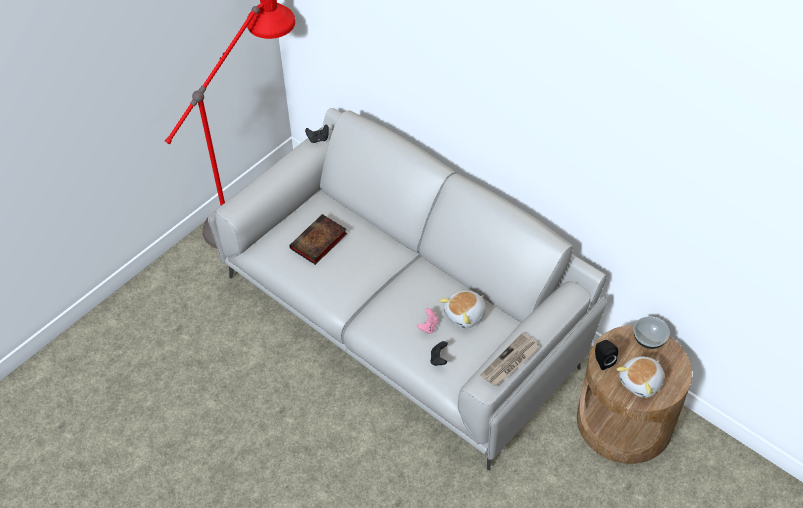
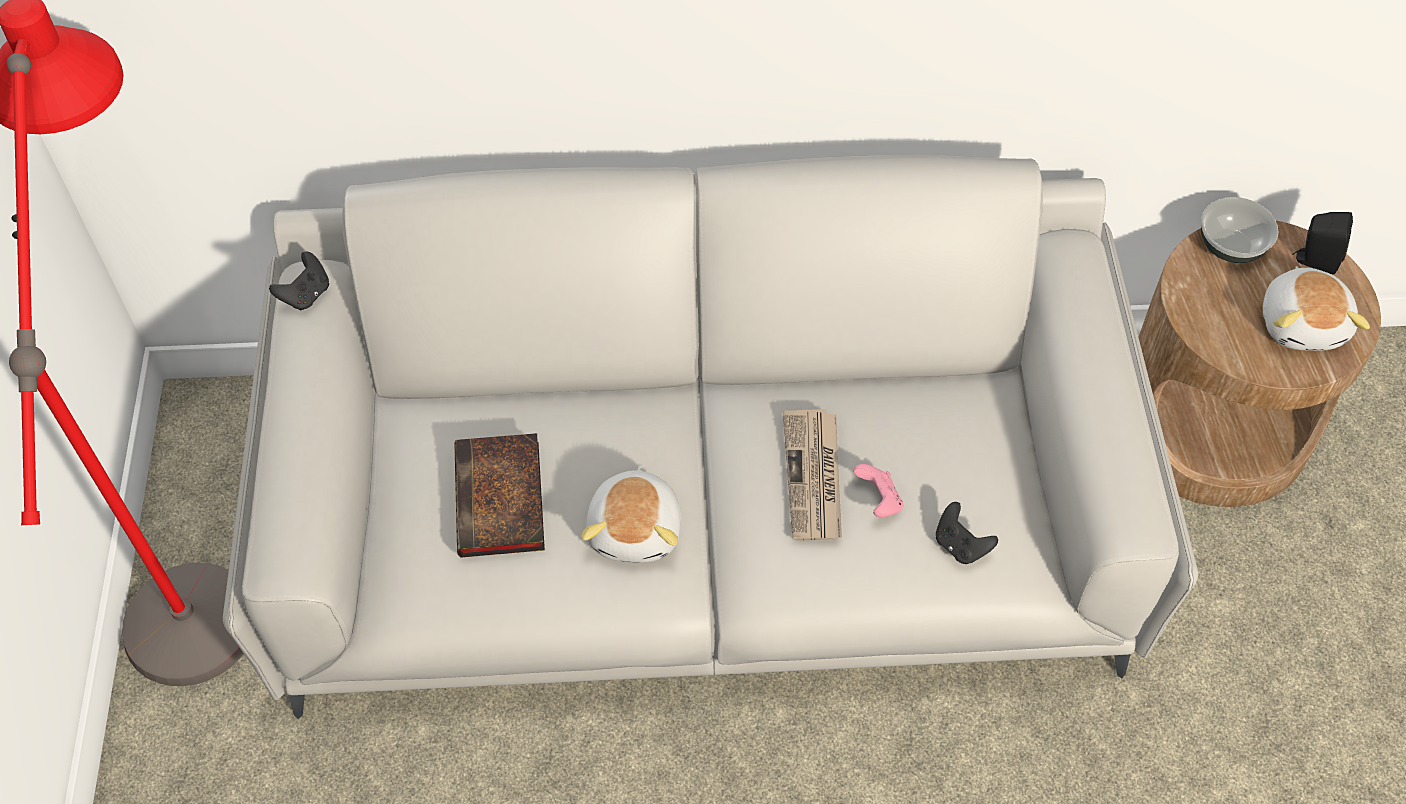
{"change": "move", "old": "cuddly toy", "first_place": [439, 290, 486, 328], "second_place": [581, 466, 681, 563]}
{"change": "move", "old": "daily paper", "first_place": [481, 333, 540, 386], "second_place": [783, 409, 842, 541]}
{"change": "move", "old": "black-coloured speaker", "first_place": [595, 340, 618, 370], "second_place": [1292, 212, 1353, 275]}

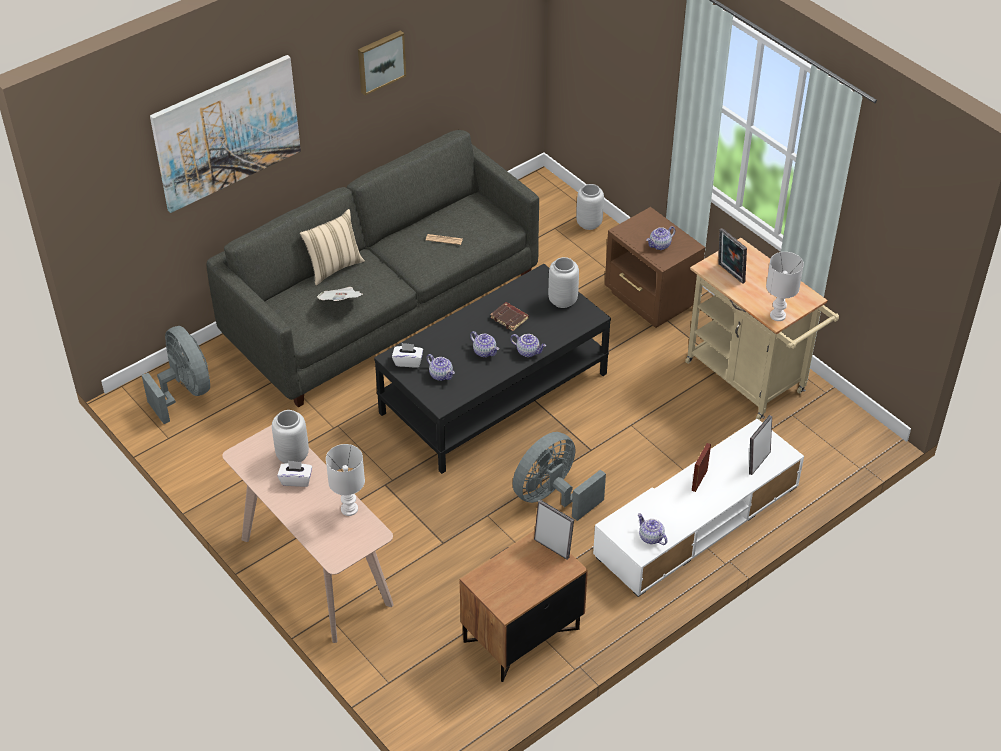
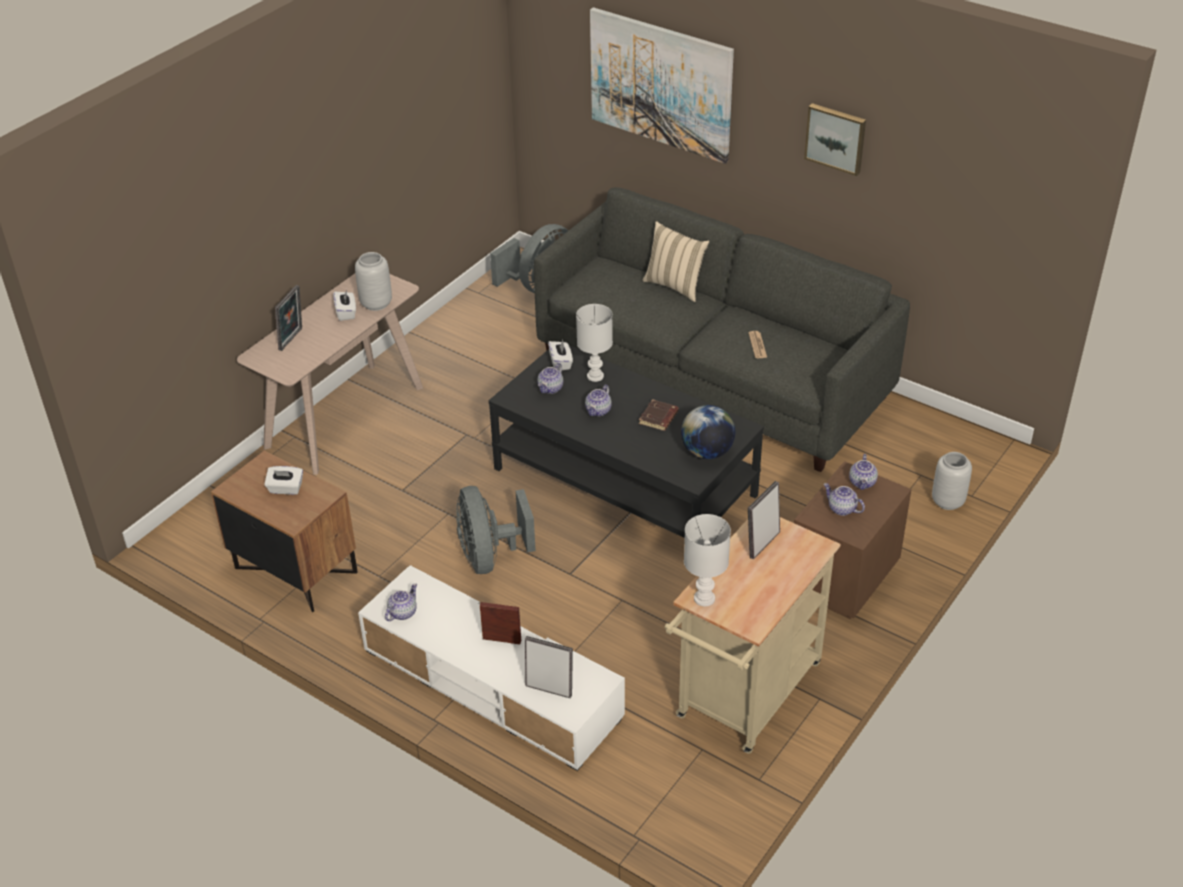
{"change": "delete", "old": "daily paper", "first_place": [317, 287, 363, 301]}
{"change": "move", "old": "whitish tabletop lamp", "first_place": [326, 444, 365, 516], "second_place": [576, 304, 613, 382]}
{"change": "move", "old": "pot for tea", "first_place": [510, 334, 546, 357], "second_place": [849, 454, 878, 490]}
{"change": "rotate", "old": "greyish fan", "first_place": [513, 432, 606, 521], "second_place": [456, 486, 536, 574], "degrees": -135}
{"change": "move", "old": "standing frame", "first_place": [534, 500, 574, 559], "second_place": [275, 285, 302, 351]}
{"change": "replace", "old": "greyish flower vase", "new": "globe", "first_place": [548, 257, 579, 308], "second_place": [681, 405, 735, 459]}
{"change": "insert", "new": "whitish tissue holder", "second_place": [264, 466, 303, 495]}

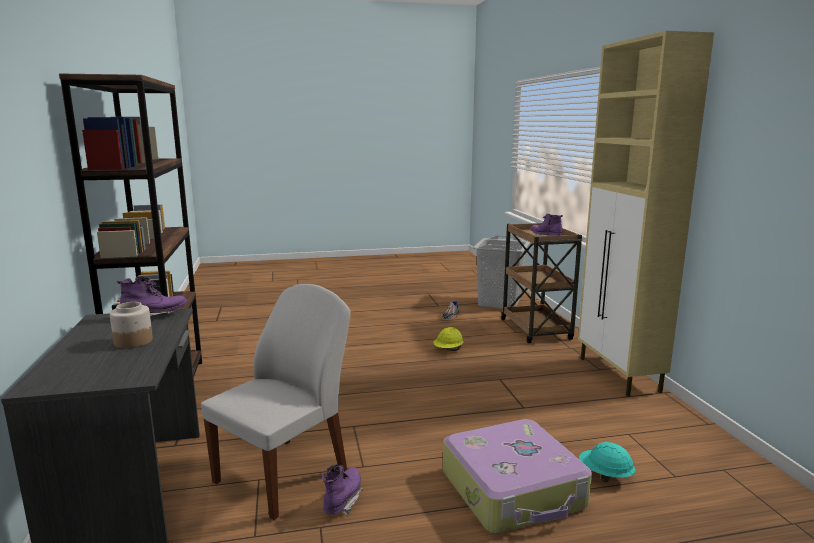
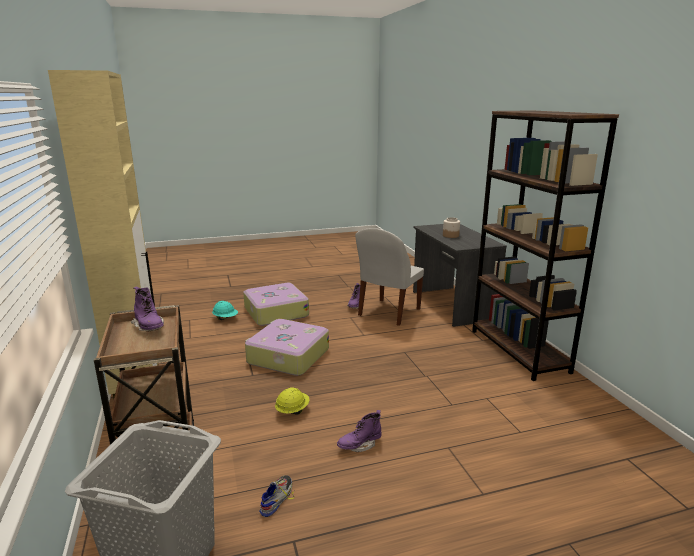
{"change": "move", "old": "purple high-top boot", "first_place": [117, 276, 187, 316], "second_place": [337, 410, 382, 452]}
{"change": "insert", "new": "piece of luggage", "second_place": [245, 319, 329, 376]}

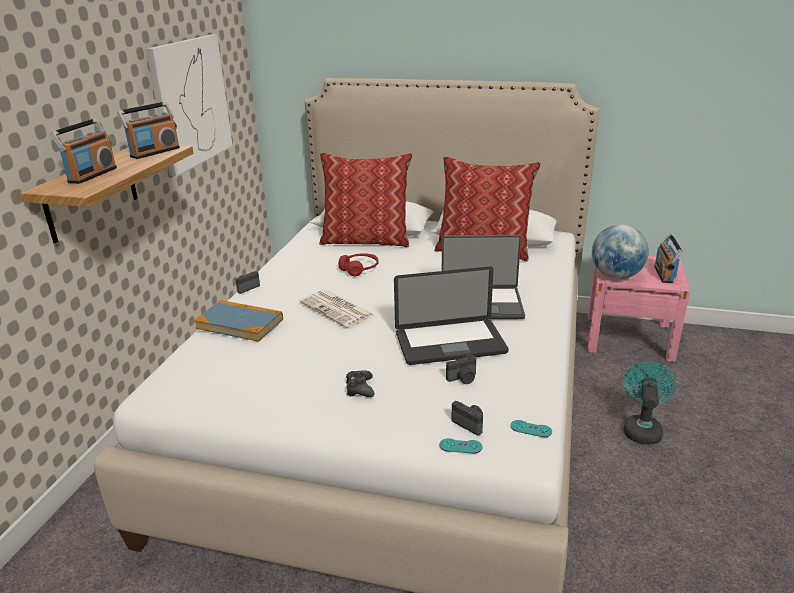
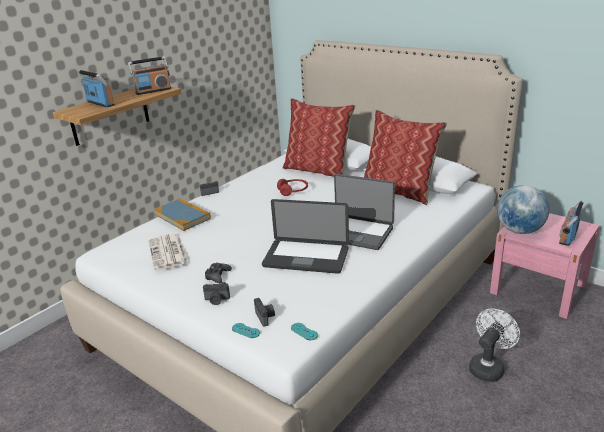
{"change": "rotate", "old": "radio set", "first_place": [50, 119, 117, 184], "second_place": [78, 70, 115, 108], "degrees": -90}
{"change": "delete", "old": "wall art", "first_place": [146, 35, 233, 176]}
{"change": "move", "old": "daily paper", "first_place": [300, 290, 374, 328], "second_place": [148, 234, 188, 270]}
{"change": "move", "old": "photo camera", "first_place": [446, 355, 476, 384], "second_place": [203, 282, 230, 305]}
{"change": "recolor", "old": "blue-green fan", "new": "whitish fan", "first_place": [623, 362, 676, 445], "second_place": [469, 308, 520, 382]}

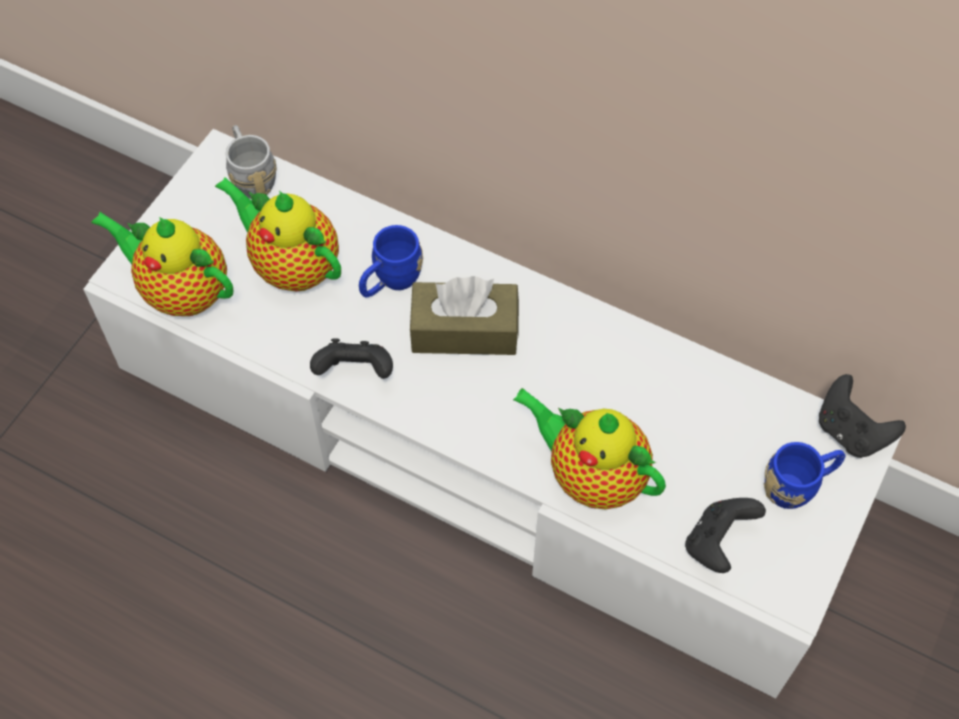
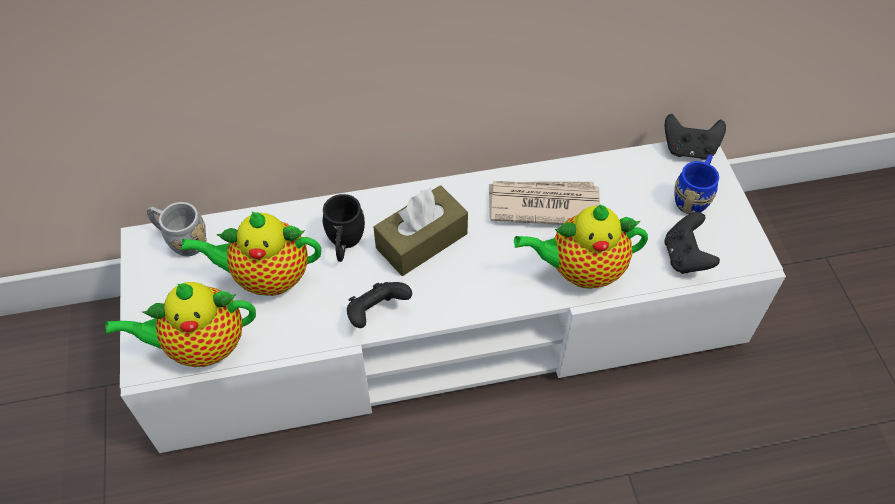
{"change": "recolor", "old": "bluish tea mug", "new": "black-coloured tea mug", "first_place": [359, 225, 423, 298], "second_place": [322, 194, 365, 262]}
{"change": "insert", "new": "daily paper", "second_place": [489, 181, 600, 225]}

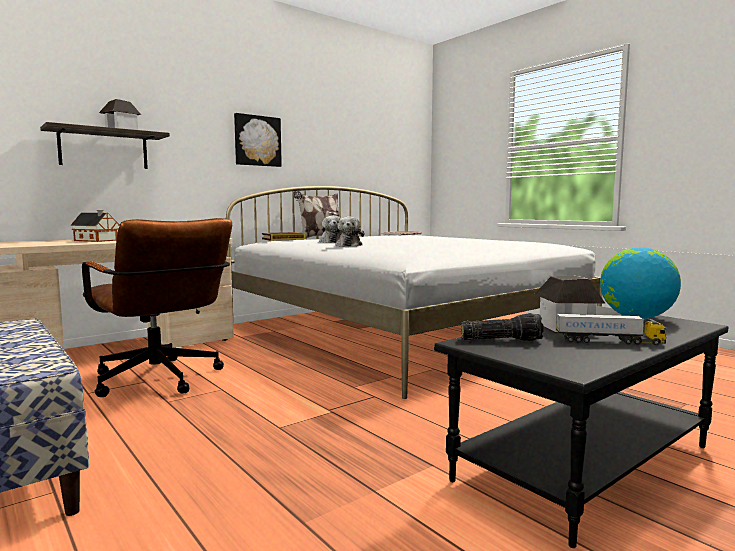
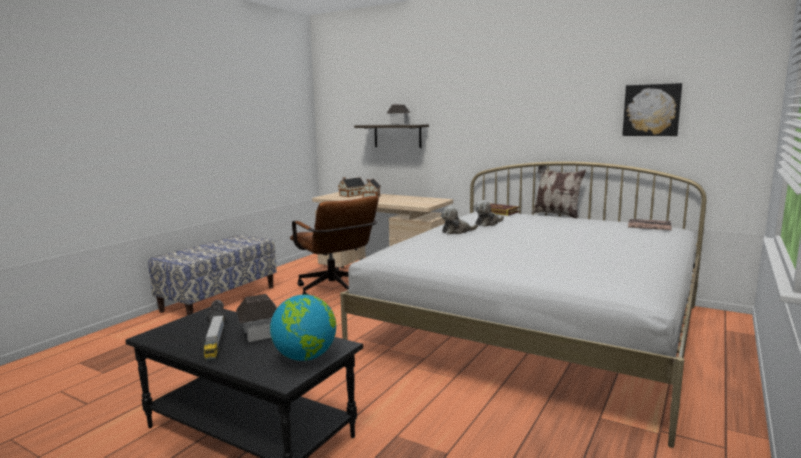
{"change": "rotate", "old": "brownish desk chair", "first_place": [82, 218, 232, 397], "second_place": [290, 196, 379, 295], "degrees": -60}
{"change": "move", "old": "wall art", "first_place": [234, 113, 282, 167], "second_place": [622, 83, 682, 136]}
{"change": "insert", "new": "toy house", "second_place": [338, 177, 365, 197]}

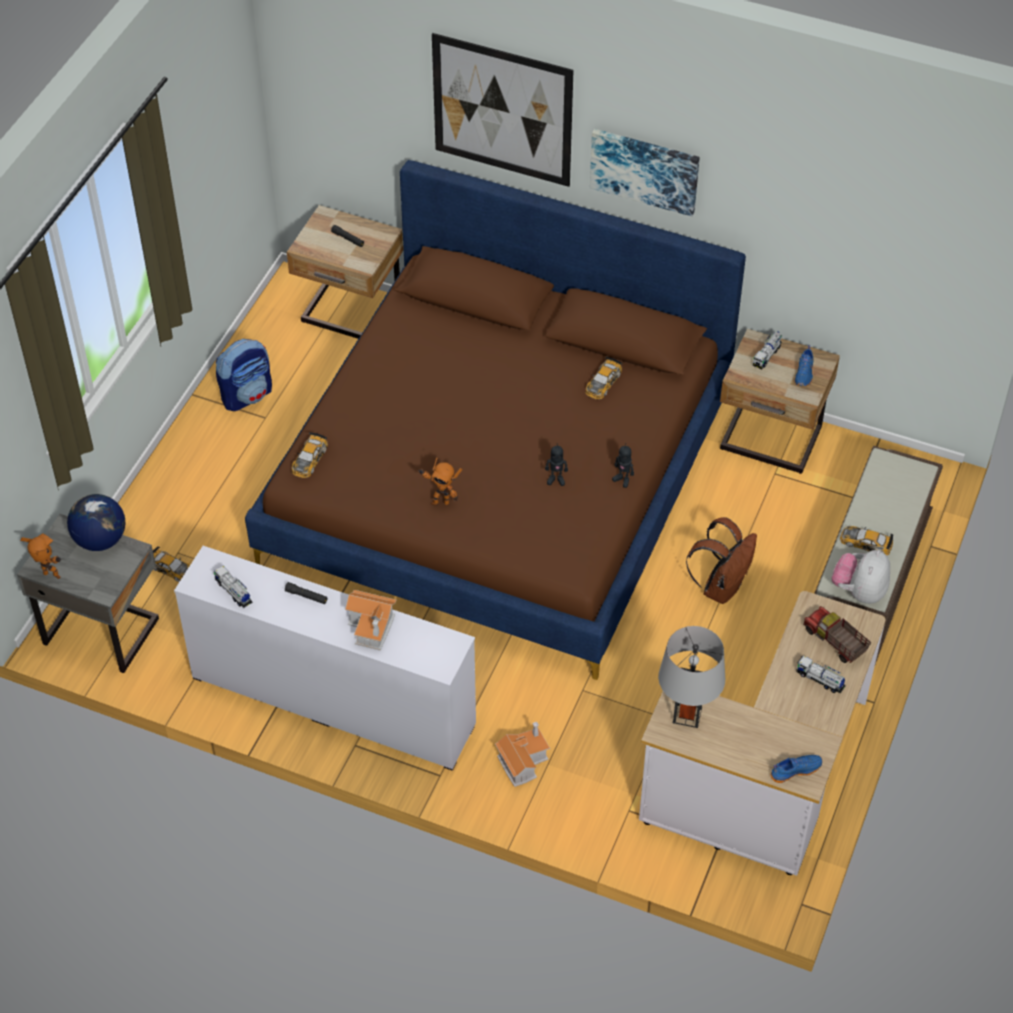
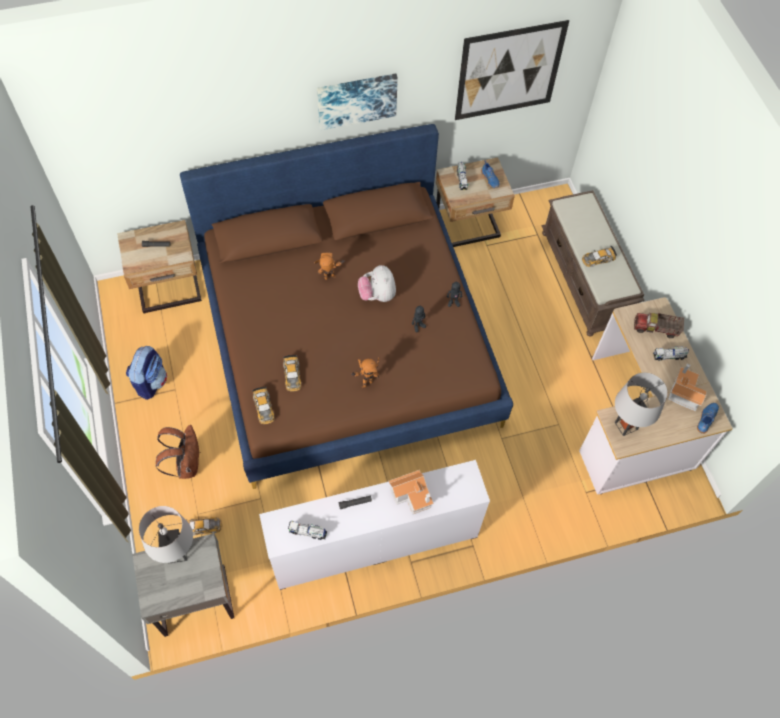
{"change": "move", "old": "toy robot", "first_place": [20, 533, 62, 579], "second_place": [314, 253, 344, 280]}
{"change": "replace", "old": "globe", "new": "greyish tabletop lamp", "first_place": [67, 494, 125, 551], "second_place": [139, 506, 193, 564]}
{"change": "move", "old": "wall art", "first_place": [432, 33, 573, 187], "second_place": [455, 20, 569, 120]}
{"change": "move", "old": "toy house", "first_place": [495, 722, 550, 787], "second_place": [668, 363, 707, 411]}
{"change": "move", "old": "model car", "first_place": [585, 356, 622, 399], "second_place": [283, 355, 301, 392]}
{"change": "move", "old": "brownish knapsack", "first_place": [686, 517, 757, 604], "second_place": [155, 425, 200, 479]}
{"change": "move", "old": "cuddly toy", "first_place": [832, 550, 890, 604], "second_place": [358, 265, 396, 302]}

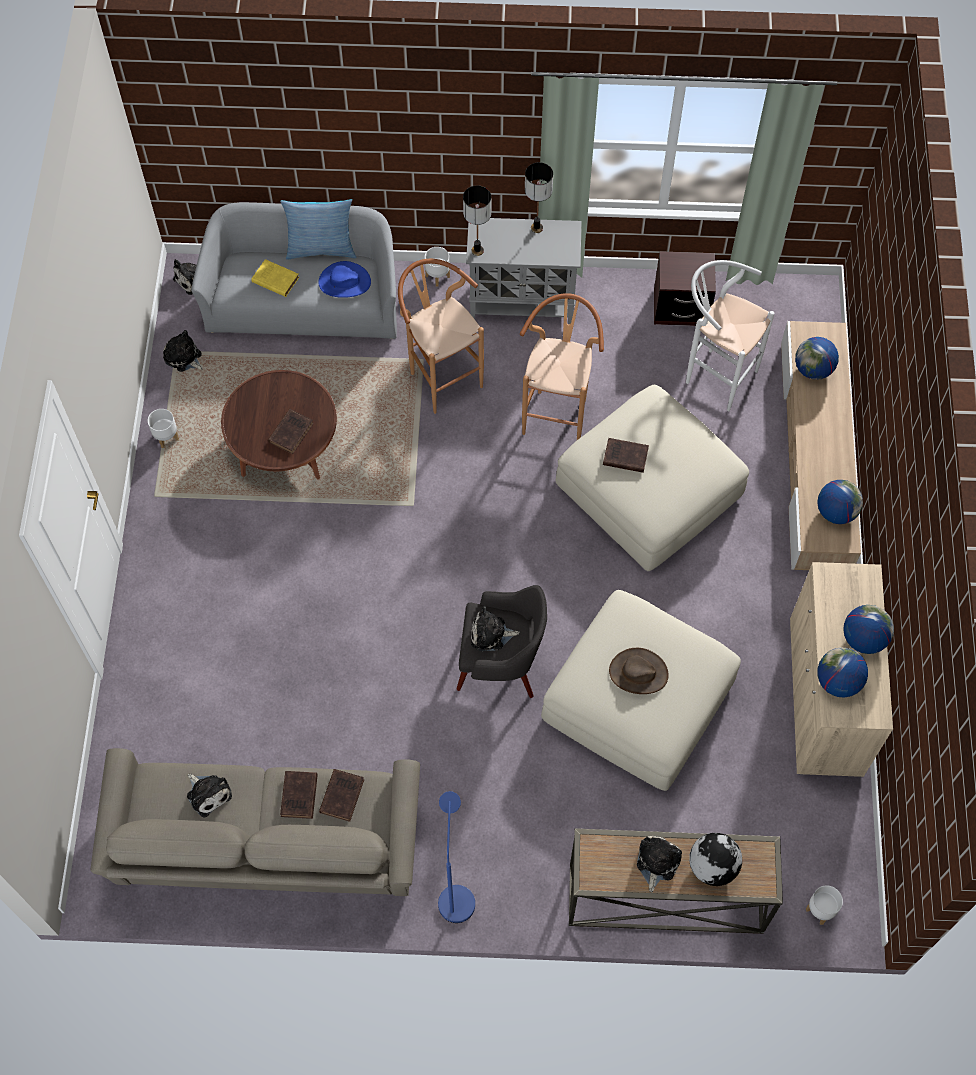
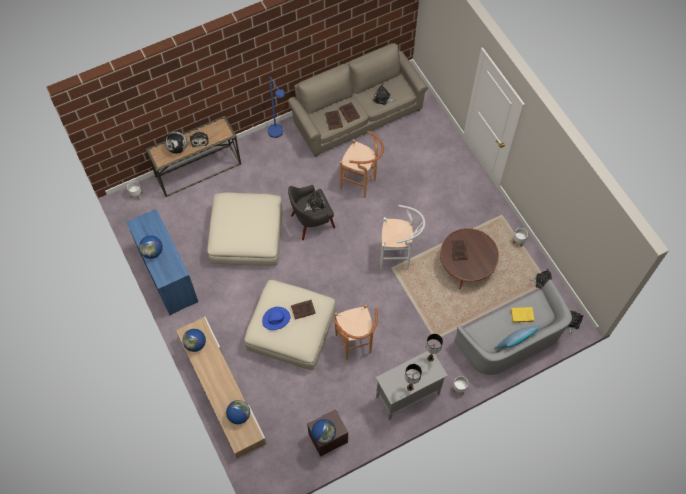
{"change": "move", "old": "bluish wearable hat", "first_place": [318, 261, 371, 298], "second_place": [262, 307, 290, 330]}
{"change": "move", "old": "brownish sitting stool", "first_place": [398, 259, 484, 414], "second_place": [340, 131, 384, 198]}
{"change": "delete", "old": "brownish wearable hat", "first_place": [609, 648, 669, 694]}
{"change": "move", "old": "whitish sitting stool", "first_place": [686, 260, 774, 411], "second_place": [380, 205, 426, 270]}
{"change": "recolor", "old": "sand-coloured cabinet", "new": "bluish cabinet", "first_place": [790, 562, 893, 777], "second_place": [126, 209, 198, 315]}
{"change": "move", "old": "globe", "first_place": [817, 647, 868, 697], "second_place": [312, 419, 336, 444]}

